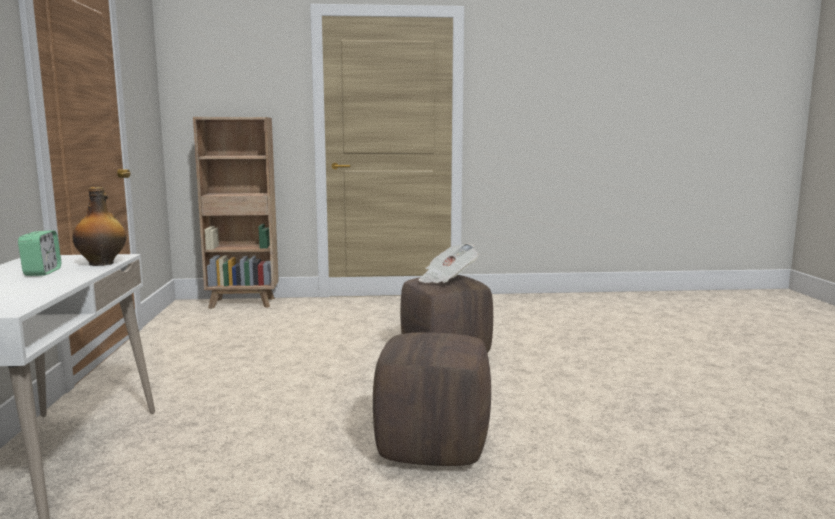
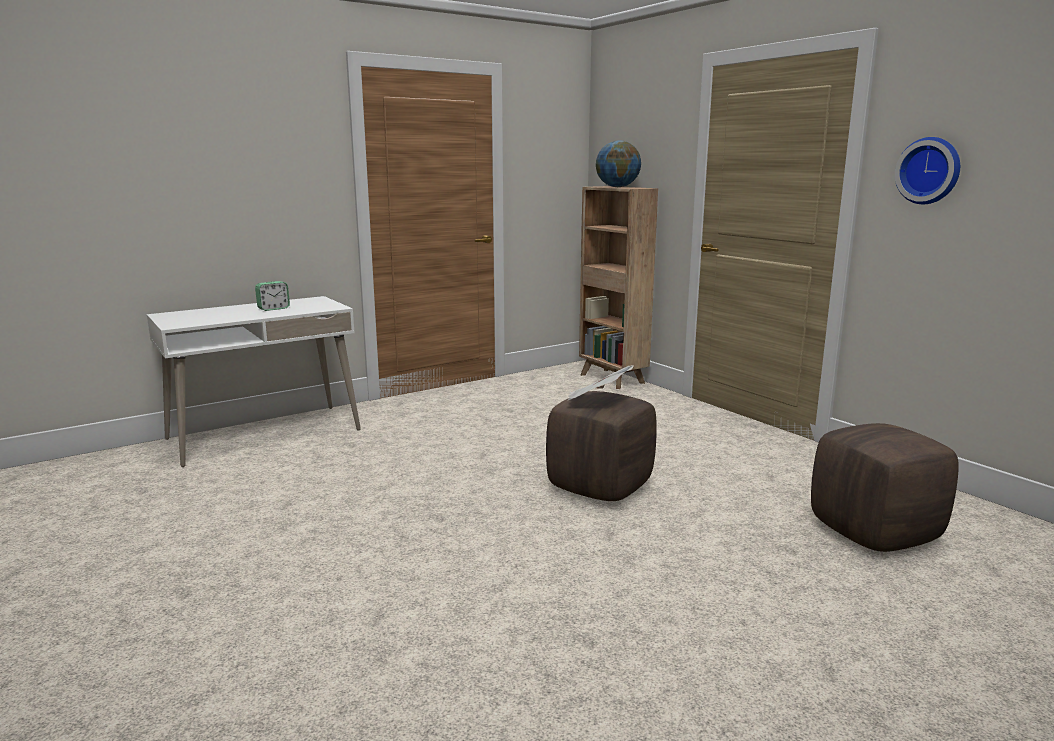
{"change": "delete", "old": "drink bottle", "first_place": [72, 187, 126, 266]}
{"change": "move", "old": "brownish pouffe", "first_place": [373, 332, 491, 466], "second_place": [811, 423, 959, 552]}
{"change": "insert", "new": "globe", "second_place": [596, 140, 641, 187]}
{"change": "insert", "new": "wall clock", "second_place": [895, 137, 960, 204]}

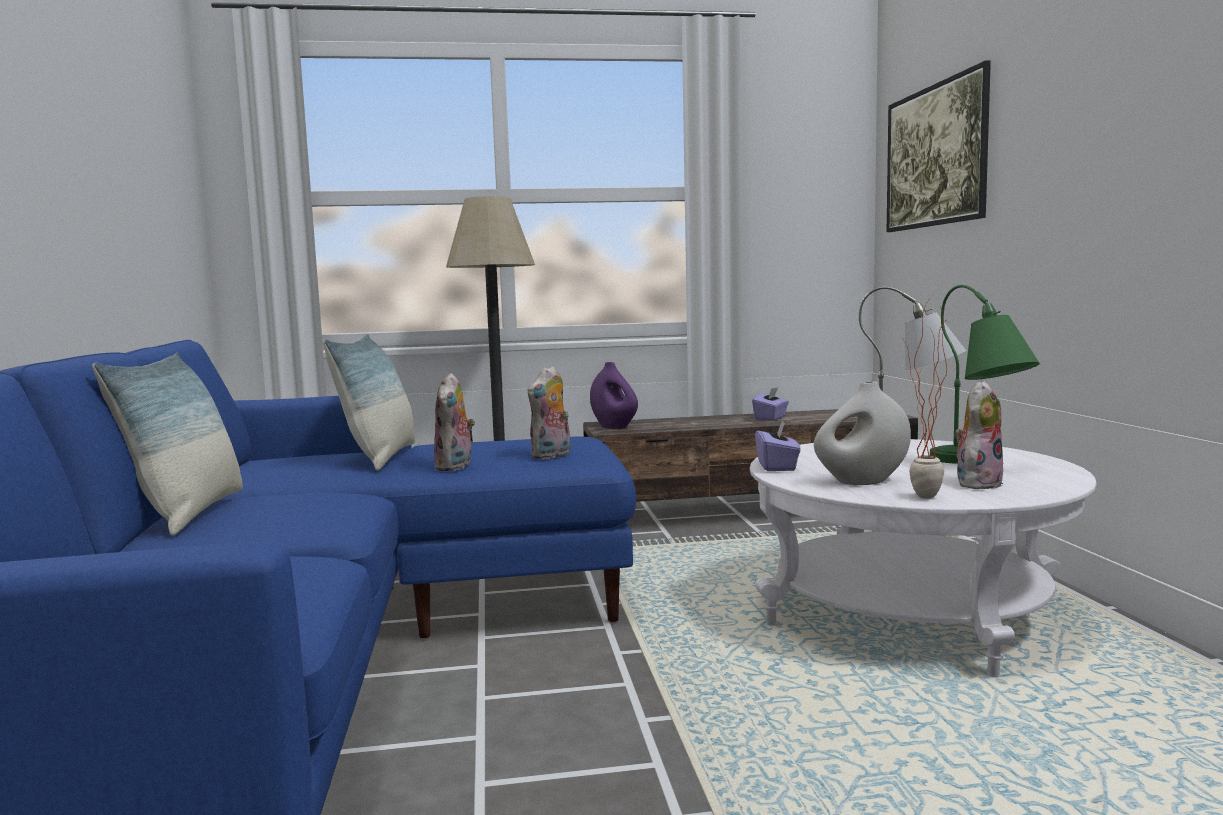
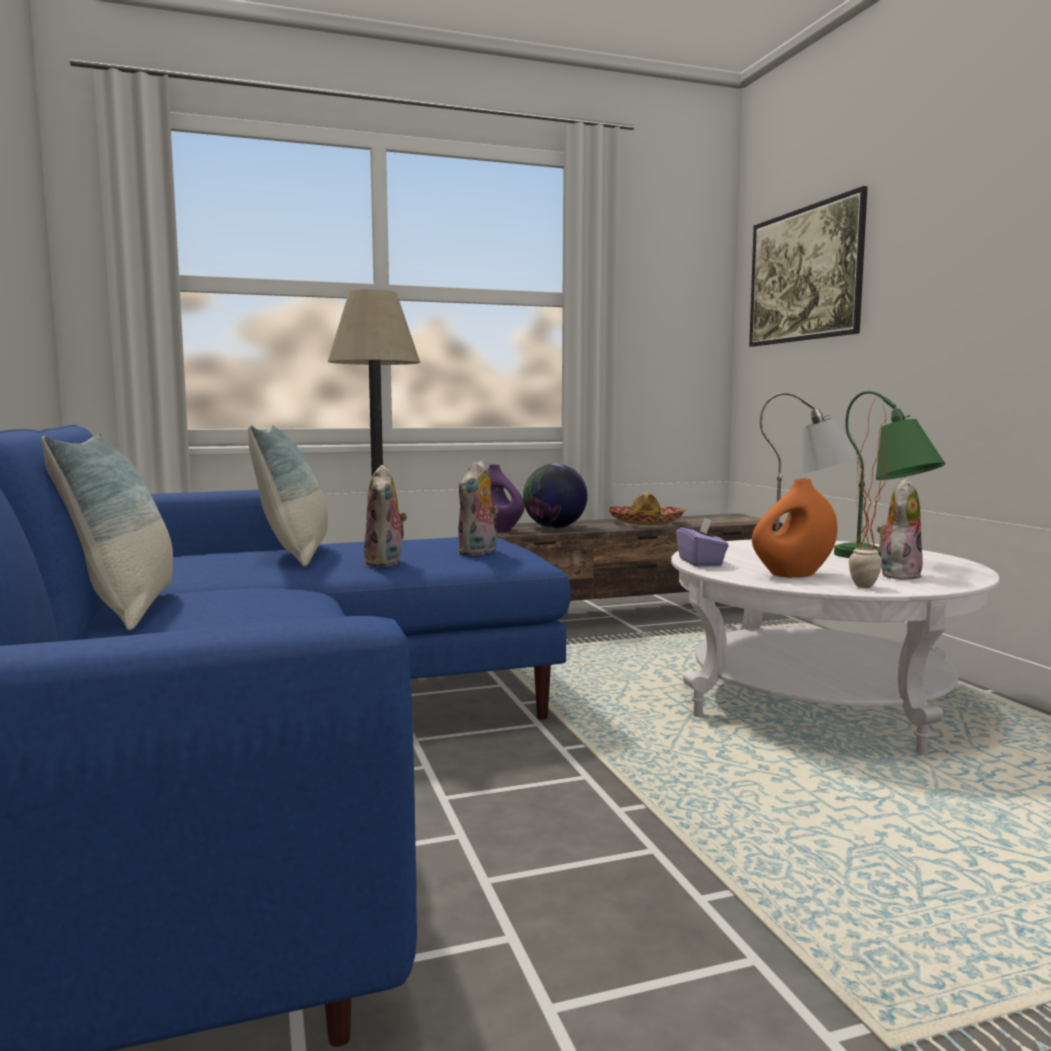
{"change": "replace", "old": "purple tissue holder", "new": "wearable hat", "first_place": [752, 387, 789, 421], "second_place": [608, 492, 685, 525]}
{"change": "recolor", "old": "whitish flower vase", "new": "orange flower vase", "first_place": [814, 381, 911, 485], "second_place": [752, 478, 837, 578]}
{"change": "insert", "new": "globe", "second_place": [523, 464, 588, 528]}

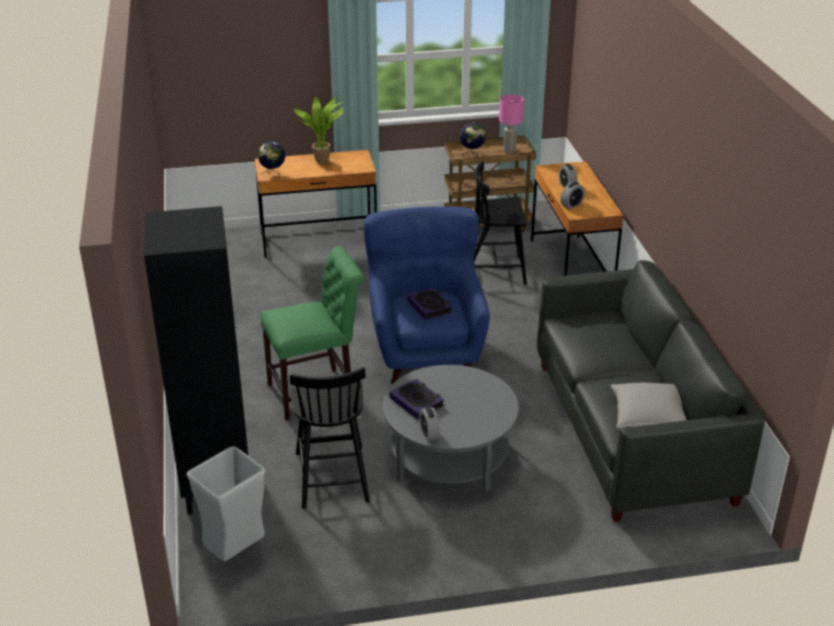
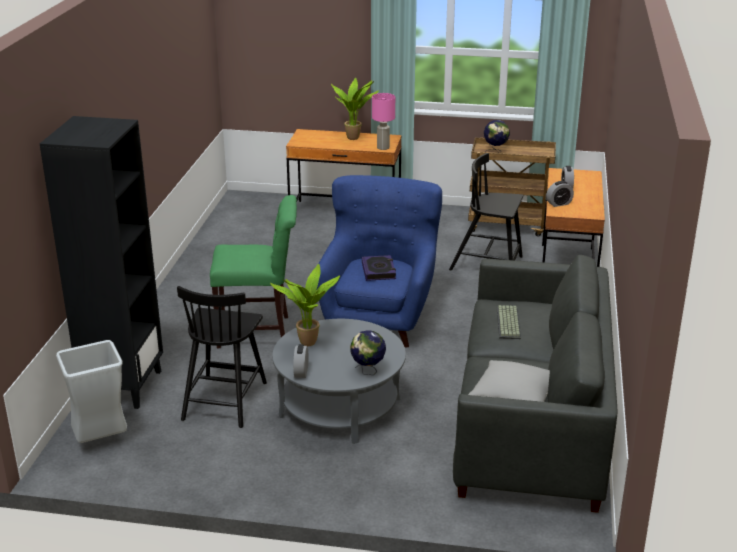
{"change": "move", "old": "globe", "first_place": [258, 141, 285, 176], "second_place": [350, 330, 386, 375]}
{"change": "replace", "old": "book", "new": "plant in a pot", "first_place": [390, 379, 444, 419], "second_place": [270, 264, 340, 346]}
{"change": "move", "old": "pink tabletop lamp", "first_place": [499, 94, 524, 153], "second_place": [372, 93, 395, 150]}
{"change": "insert", "new": "keyboard", "second_place": [497, 305, 521, 339]}

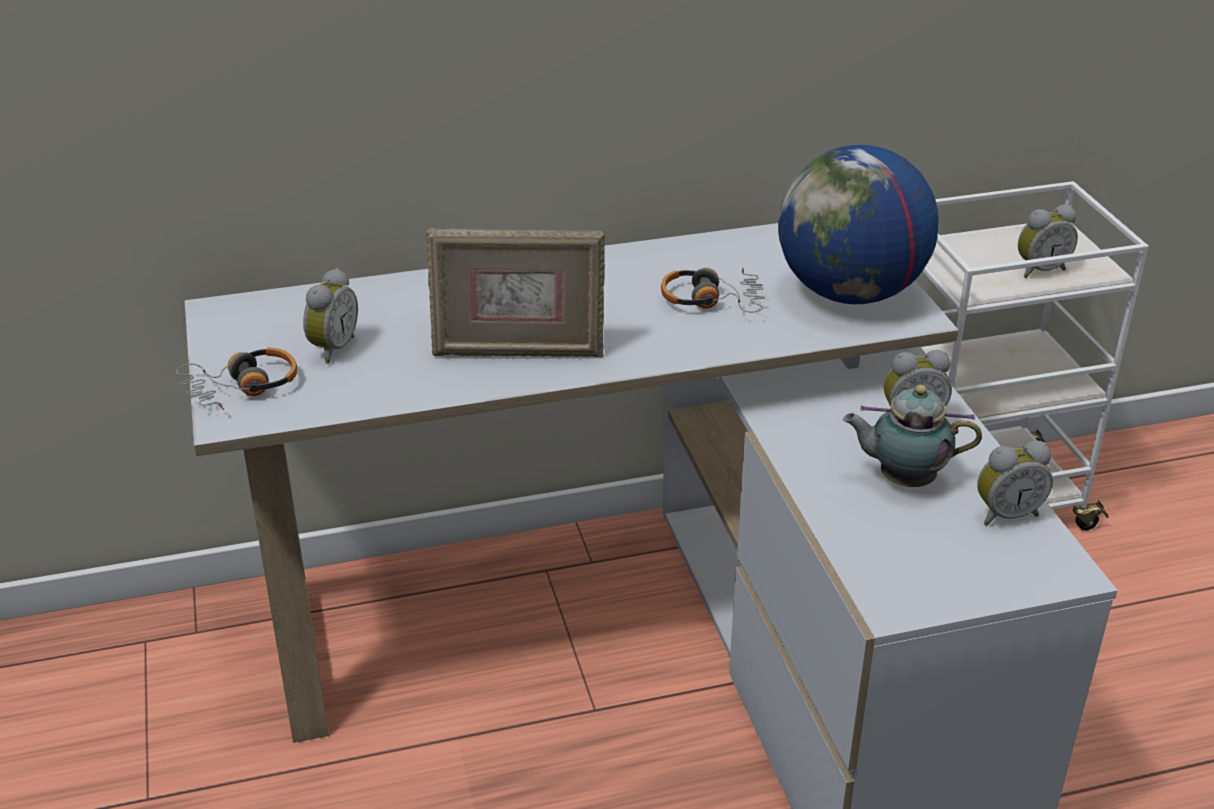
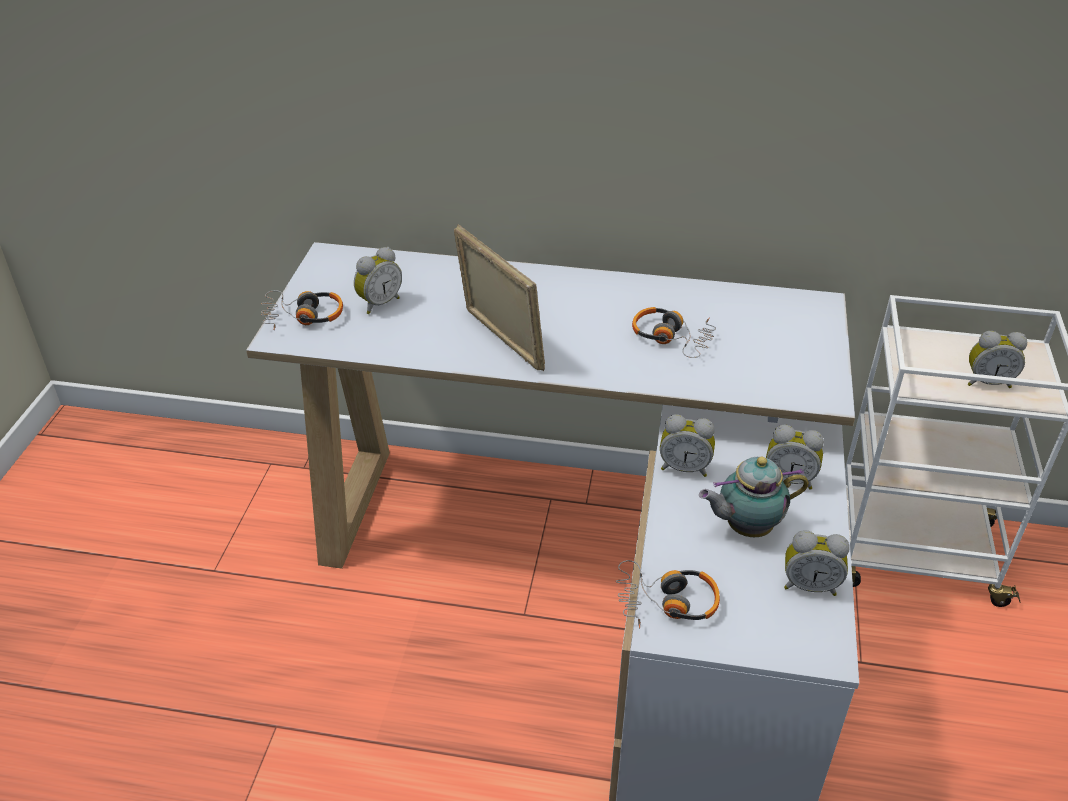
{"change": "rotate", "old": "standing frame", "first_place": [426, 228, 605, 357], "second_place": [454, 224, 545, 371], "degrees": -150}
{"change": "delete", "old": "globe", "first_place": [778, 145, 938, 304]}
{"change": "rotate", "old": "pot for tea", "first_place": [843, 385, 982, 487], "second_place": [699, 457, 809, 537], "degrees": -45}
{"change": "insert", "new": "pair of headphones", "second_place": [616, 560, 720, 628]}
{"change": "insert", "new": "table clock", "second_place": [660, 414, 715, 477]}

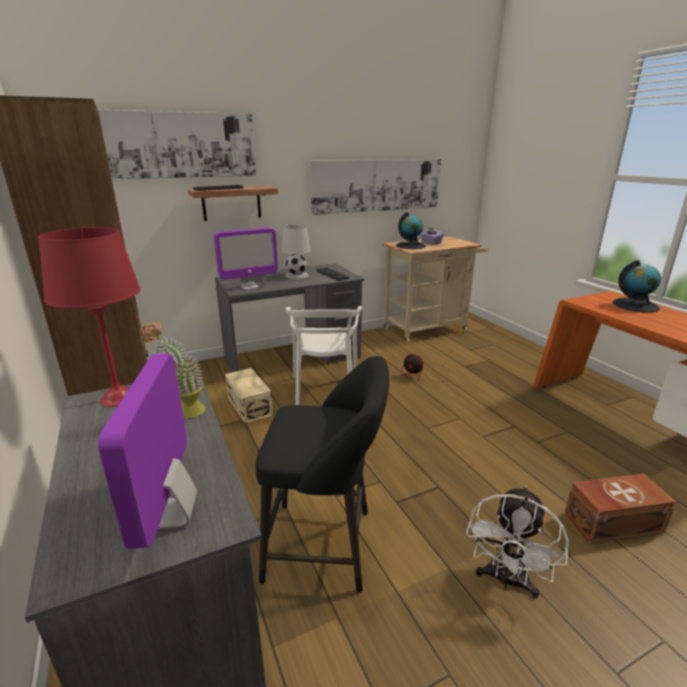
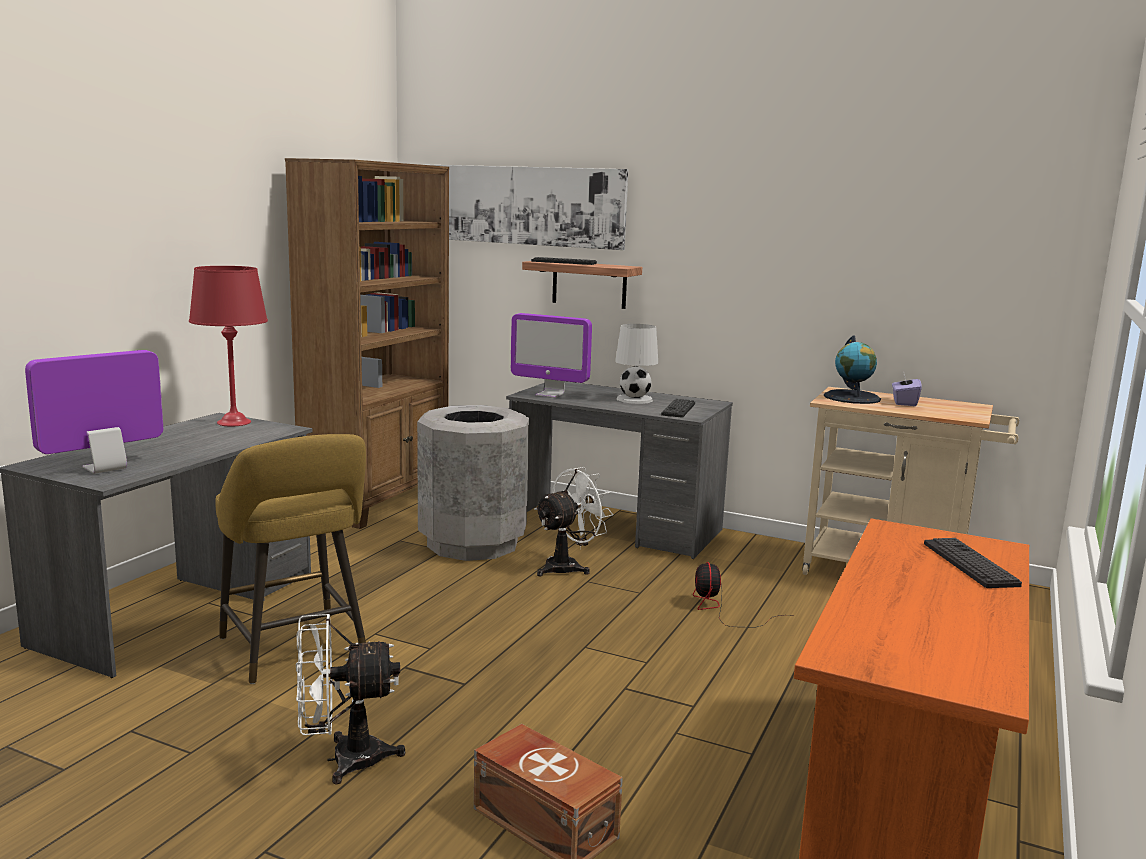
{"change": "delete", "old": "plant in a pot", "first_place": [141, 321, 206, 418]}
{"change": "replace", "old": "sand-coloured storage box", "new": "greyish trash can", "first_place": [225, 368, 273, 424], "second_place": [417, 405, 529, 561]}
{"change": "recolor", "old": "black-coloured sitting stool", "new": "yellowish sitting stool", "first_place": [256, 356, 389, 593], "second_place": [215, 434, 366, 684]}
{"change": "replace", "old": "whitish upright chair", "new": "whitish fan", "first_place": [286, 306, 362, 405], "second_place": [534, 467, 613, 576]}
{"change": "delete", "old": "wall art", "first_place": [310, 159, 441, 215]}
{"change": "replace", "old": "globe", "new": "keyboard", "first_place": [612, 260, 661, 313], "second_place": [924, 538, 1022, 588]}

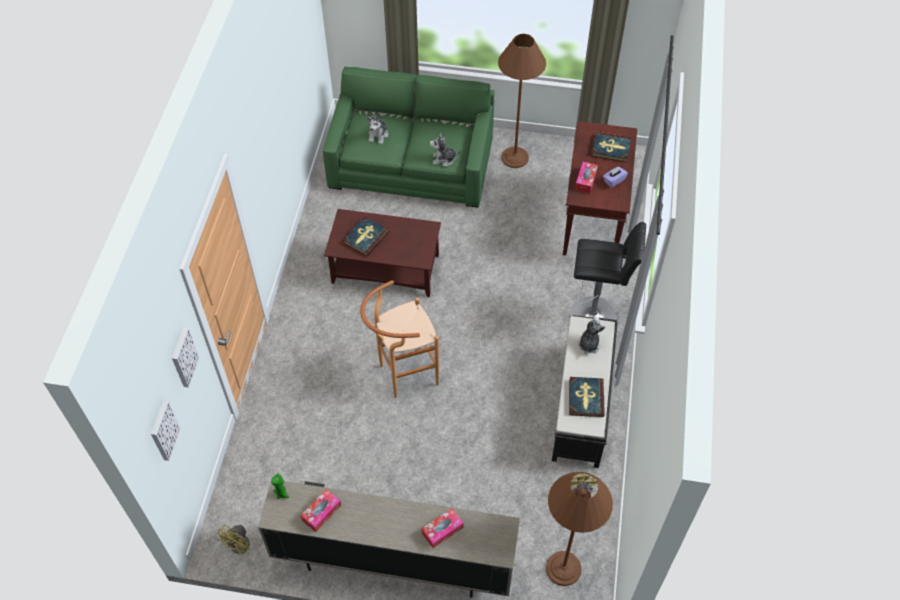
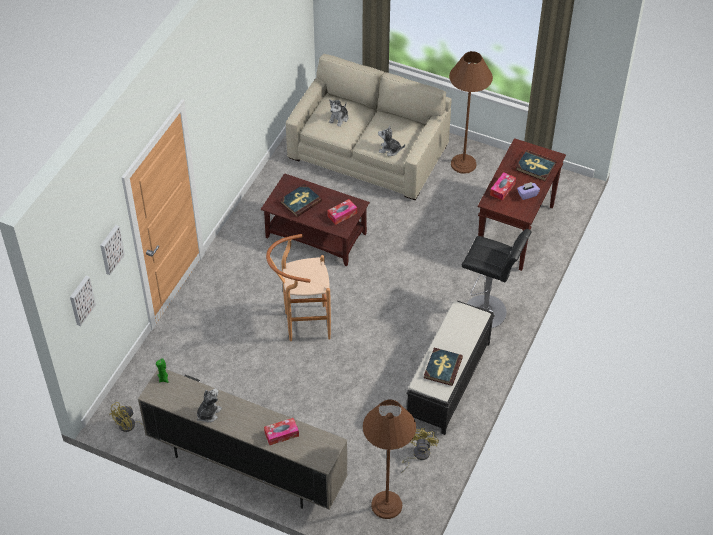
{"change": "move", "old": "tissue holder", "first_place": [301, 489, 341, 532], "second_place": [327, 199, 357, 225]}
{"change": "recolor", "old": "green-coloured sofa", "new": "sand-coloured sofa", "first_place": [323, 67, 494, 208], "second_place": [286, 54, 452, 200]}
{"change": "move", "old": "cuddly toy", "first_place": [578, 317, 605, 354], "second_place": [197, 388, 222, 422]}

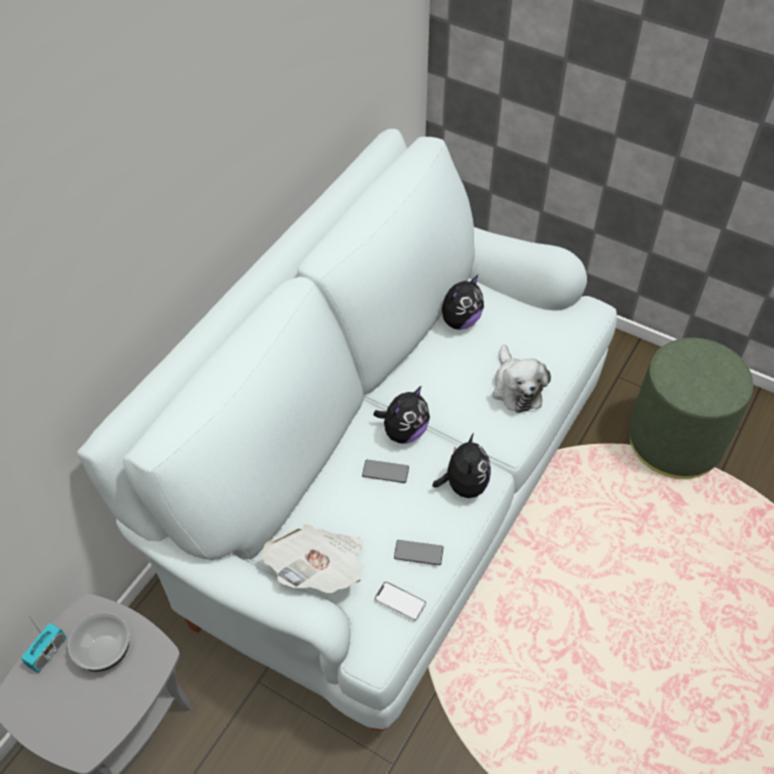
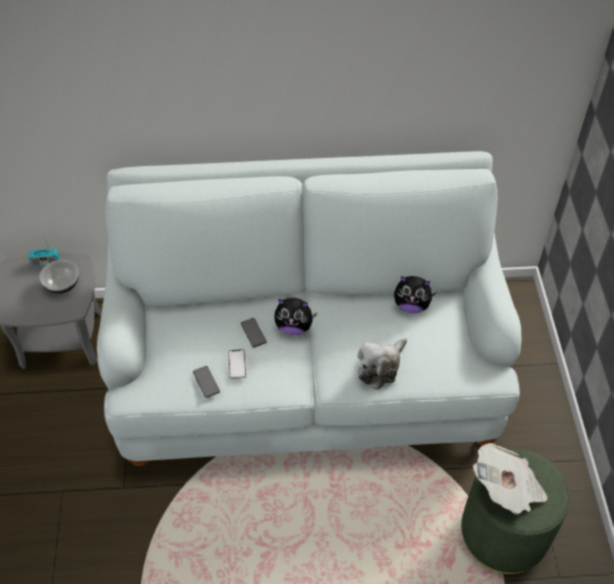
{"change": "move", "old": "daily paper", "first_place": [262, 525, 364, 593], "second_place": [473, 443, 548, 515]}
{"change": "move", "old": "handset", "first_place": [374, 582, 426, 621], "second_place": [228, 349, 247, 379]}
{"change": "delete", "old": "cuddly toy", "first_place": [432, 433, 491, 498]}

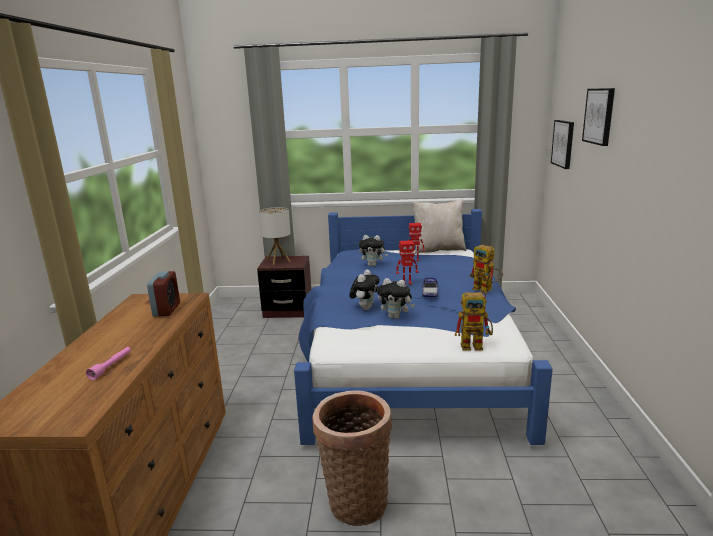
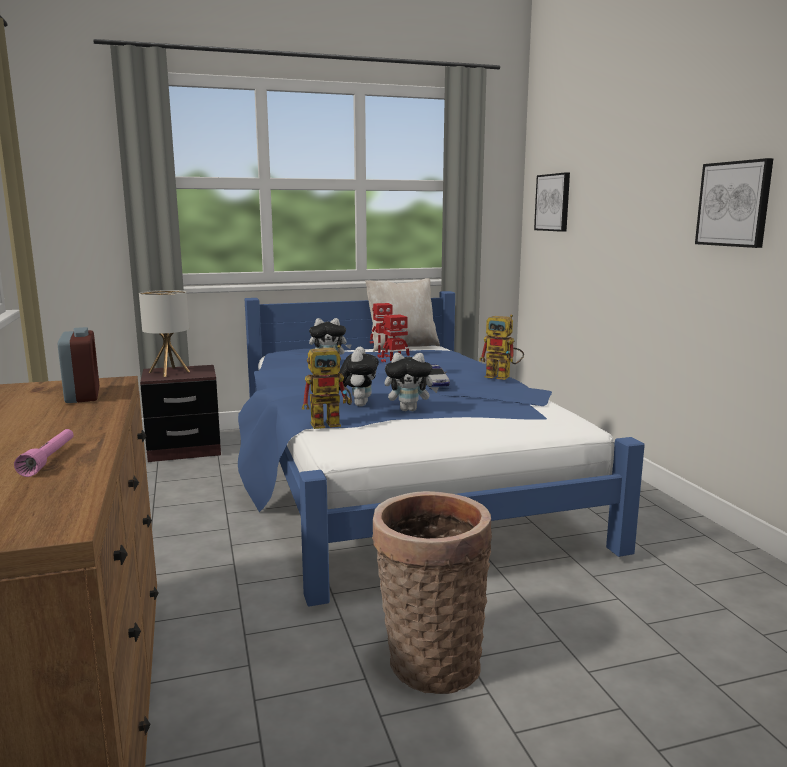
{"change": "move", "old": "toy robot", "first_place": [455, 291, 493, 351], "second_place": [302, 345, 352, 429]}
{"change": "move", "old": "wall art", "first_place": [582, 88, 615, 146], "second_place": [695, 158, 774, 248]}

